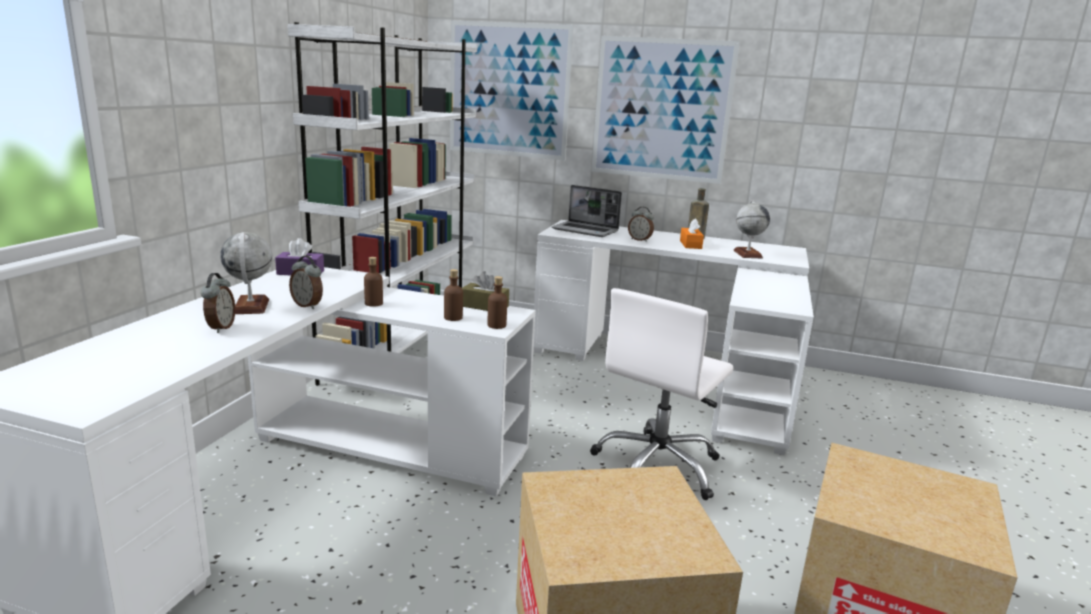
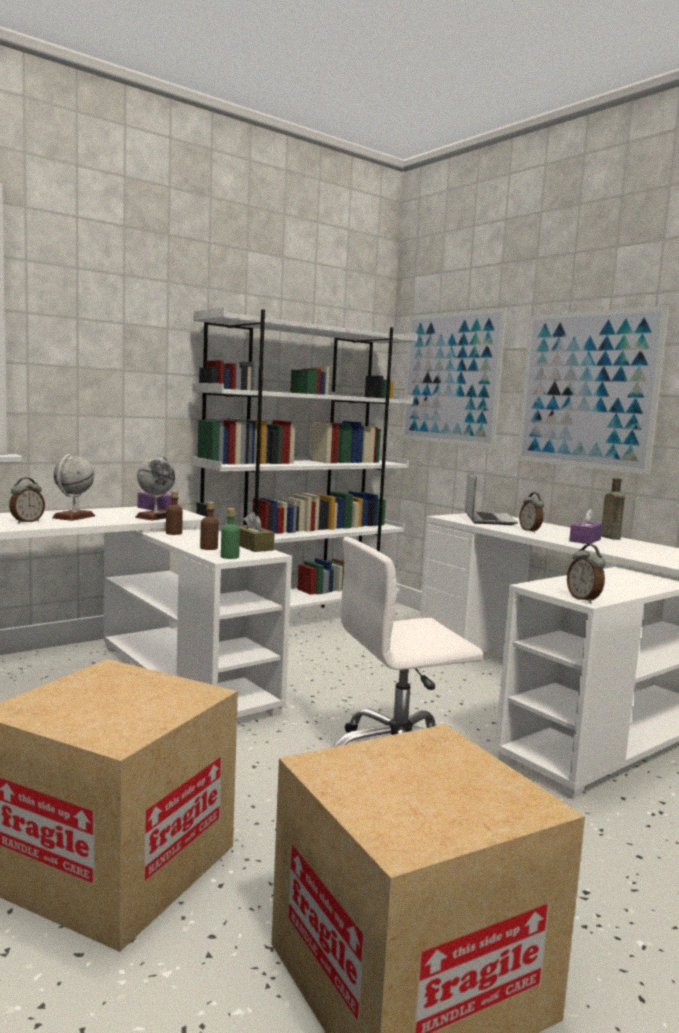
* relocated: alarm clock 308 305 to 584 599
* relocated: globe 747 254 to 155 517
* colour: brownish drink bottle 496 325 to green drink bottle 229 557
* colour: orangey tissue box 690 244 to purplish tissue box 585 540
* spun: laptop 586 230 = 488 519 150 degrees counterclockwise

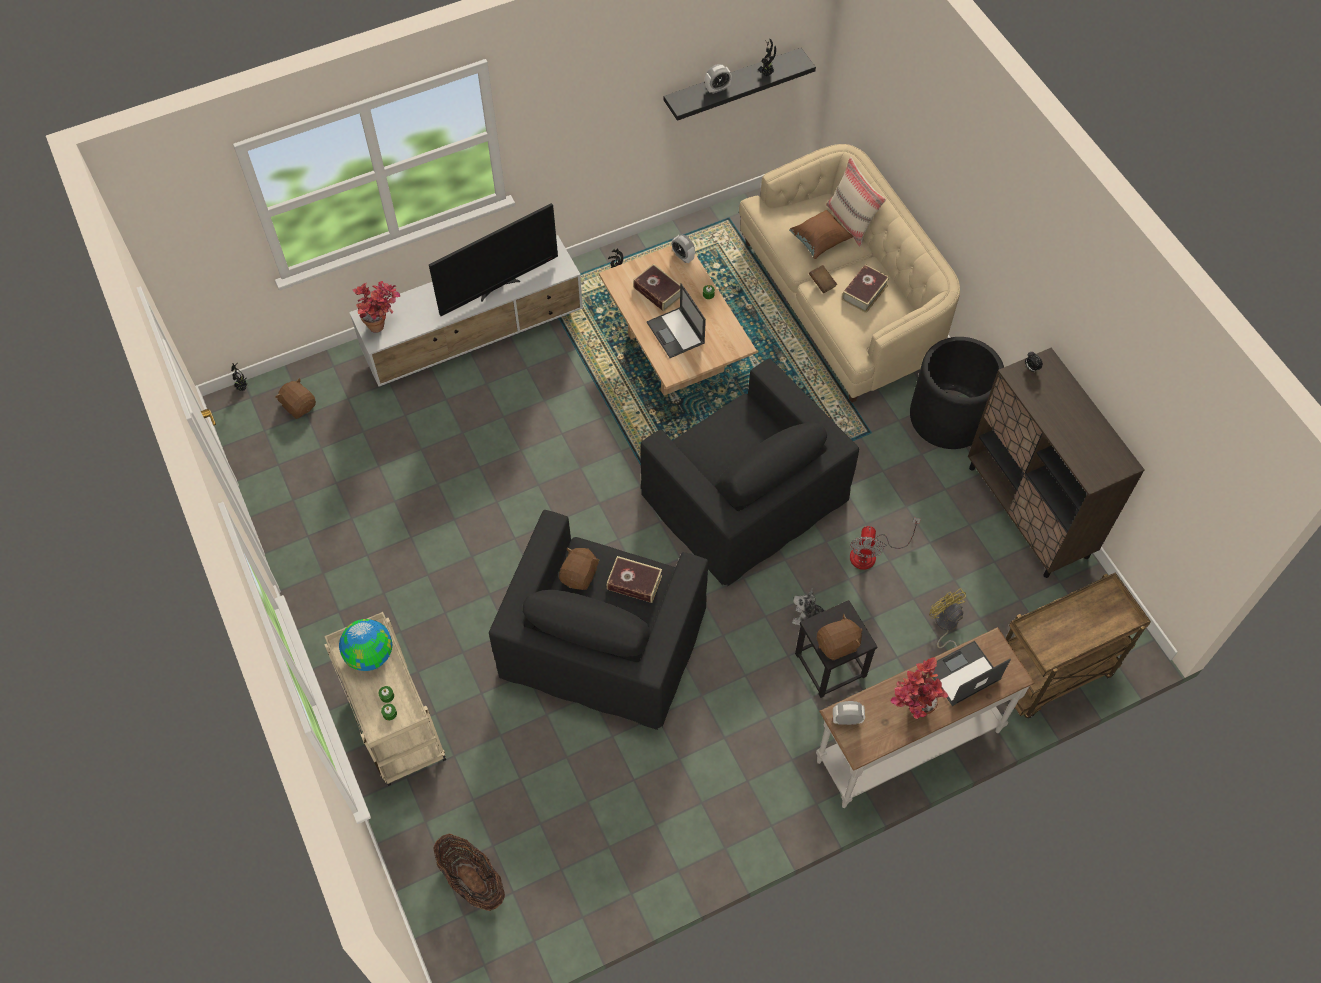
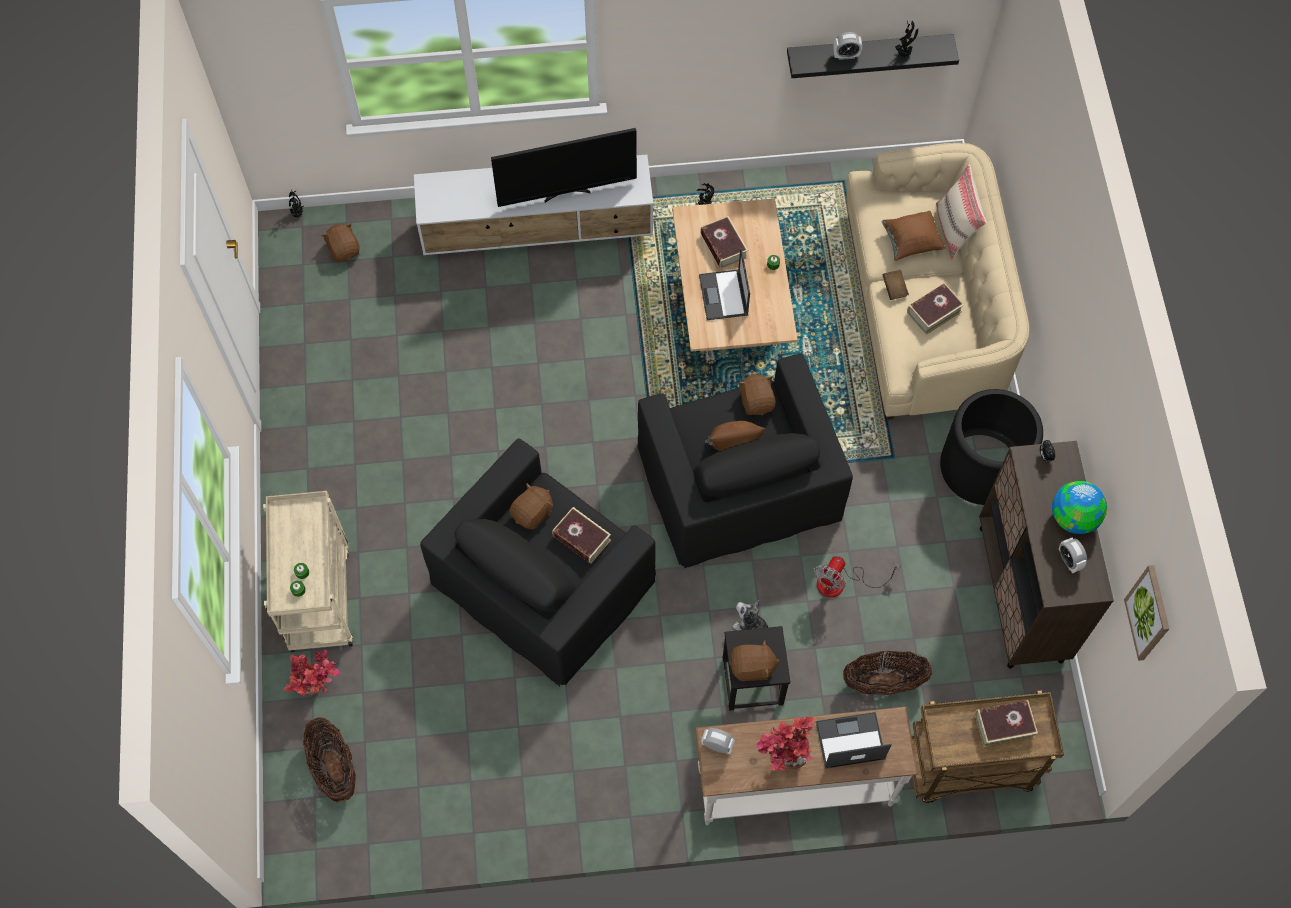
* appeared: brownish cushion 732 445
* appeared: brownish cuddly toy 757 401
* appeared: bound book 1004 725
* appeared: wall art 1148 613
* relocated: globe 370 655 to 1074 518
* relocated: plant in a pot 382 326 to 319 688
* relocated: alarm clock 683 257 to 1069 561
* exchanged: yellow cooling fan 945 625 to household basket 883 681

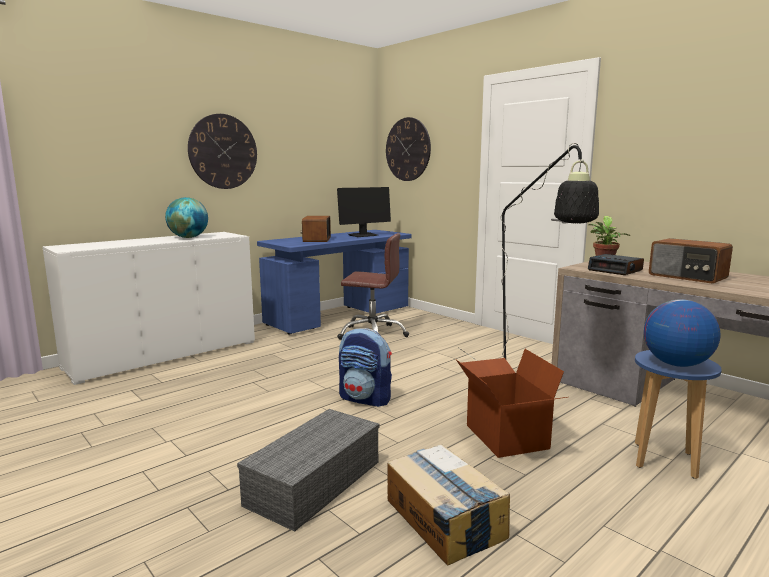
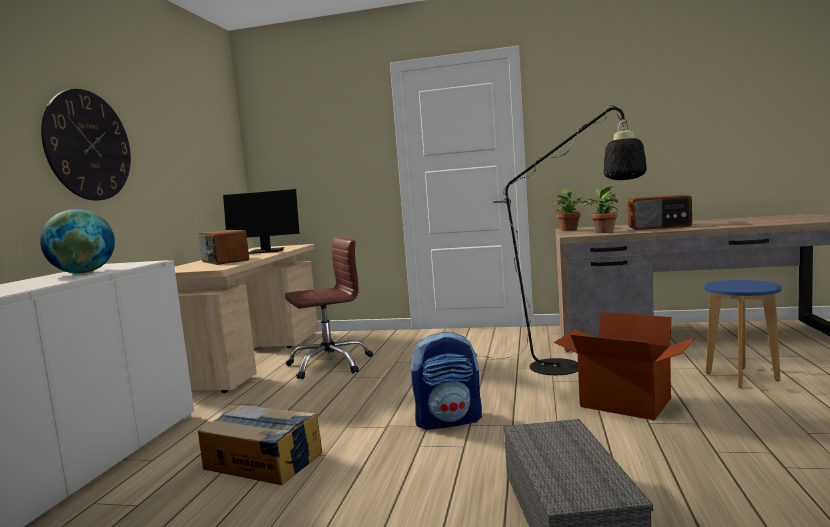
* missing: wall clock 408 149
* missing: globe 676 364
* relocated: carton 444 519 to 263 461
* exchanged: alarm clock 615 270 to plant in a pot 603 232
* colour: bluish desk table 339 316 to beige-coloured desk table 253 359
* spun: computer display 363 235 = 266 251 75 degrees clockwise

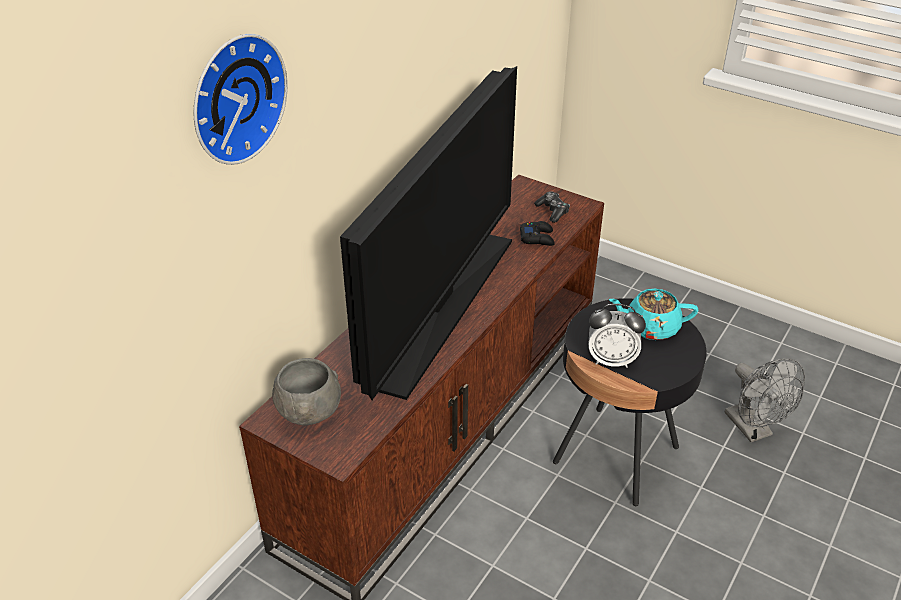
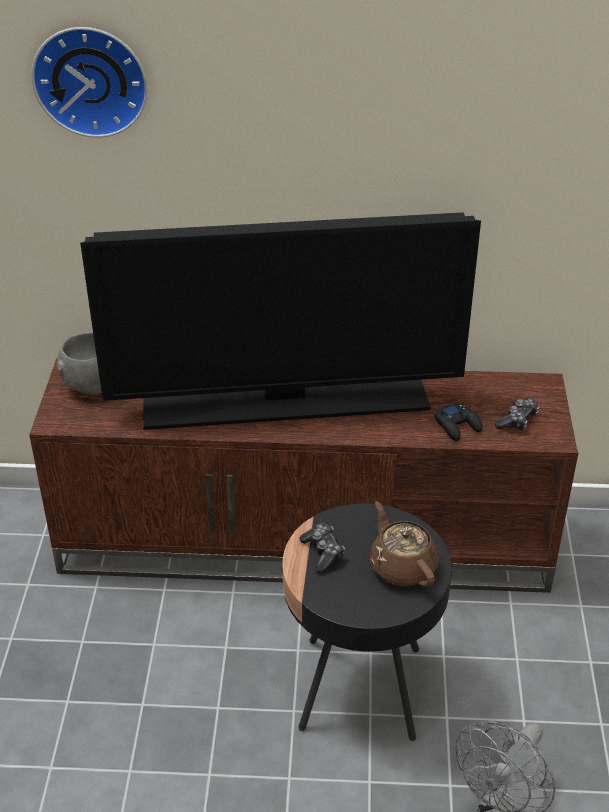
* exchanged: alarm clock 611 360 to joypad 323 552
* colour: turquoise-coloured tea pot 650 327 to brownish tea pot 402 566

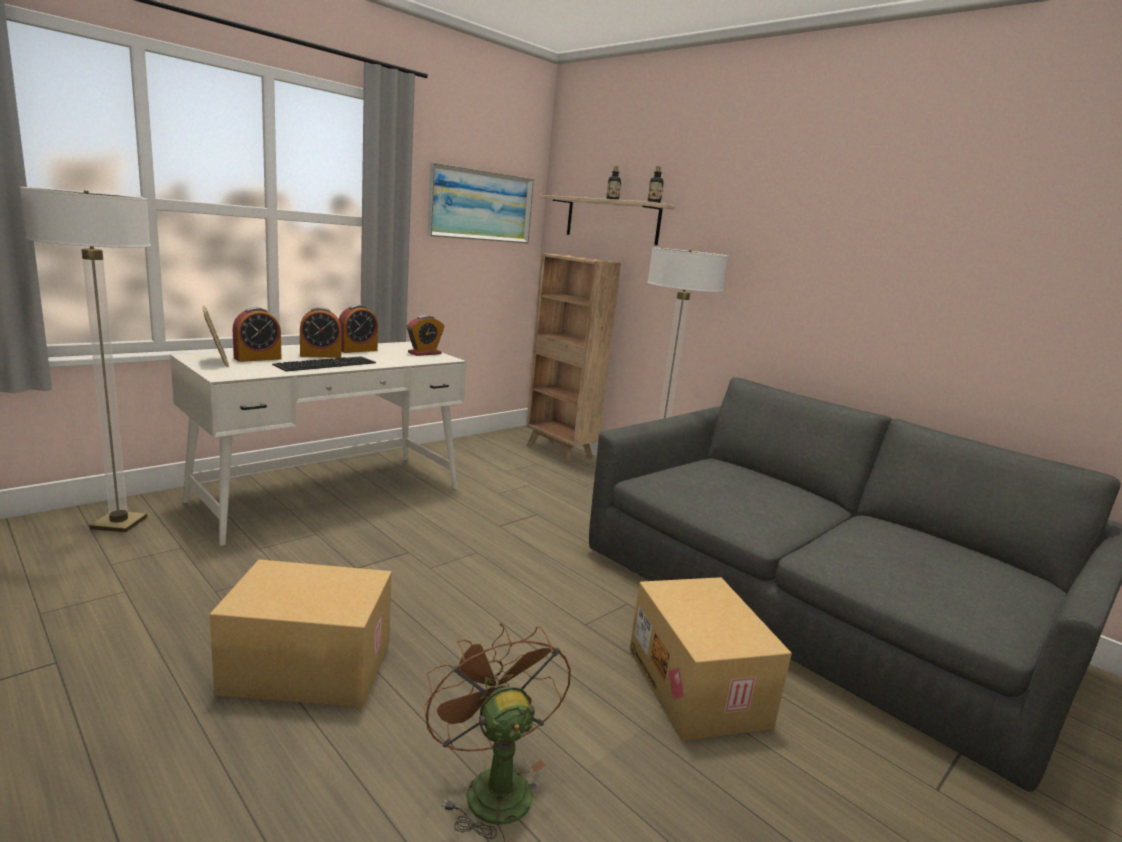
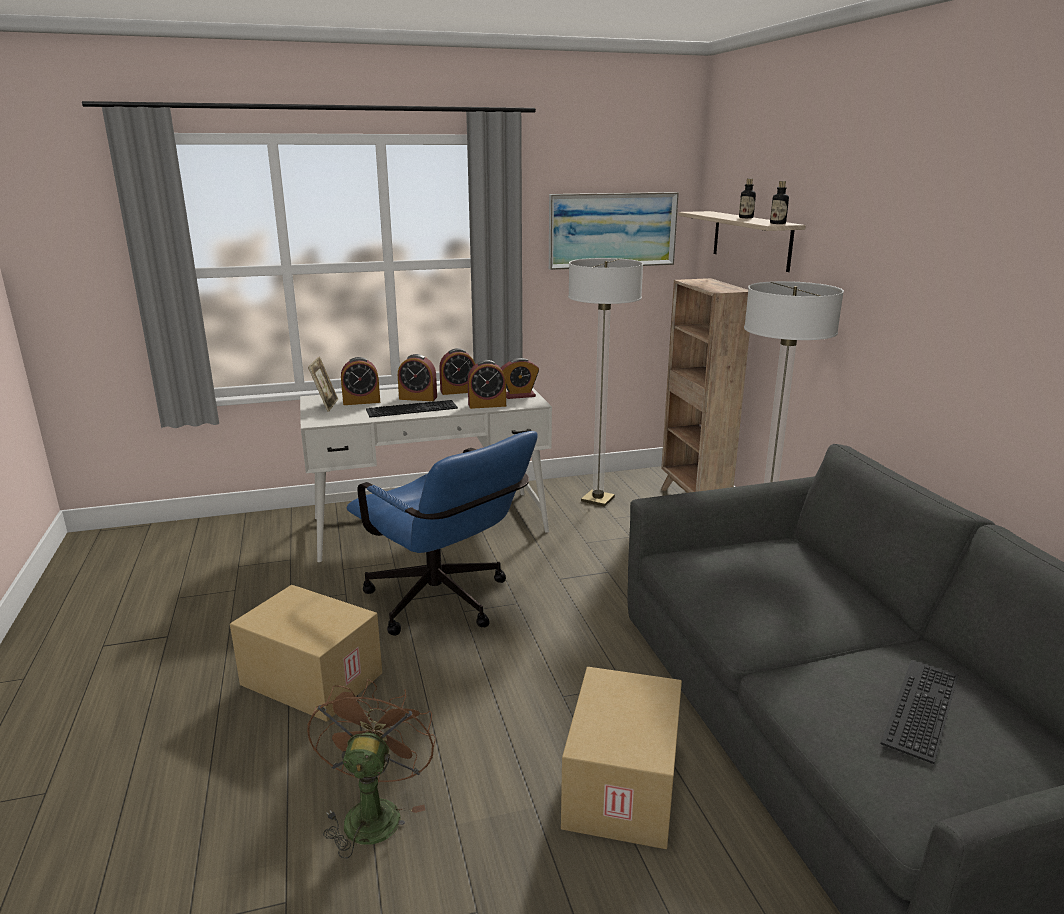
* appeared: bluish desk chair 445 604
* appeared: alarm clock 487 405
* appeared: computer keyboard 918 706
* relocated: standard lamp 119 523 to 597 499

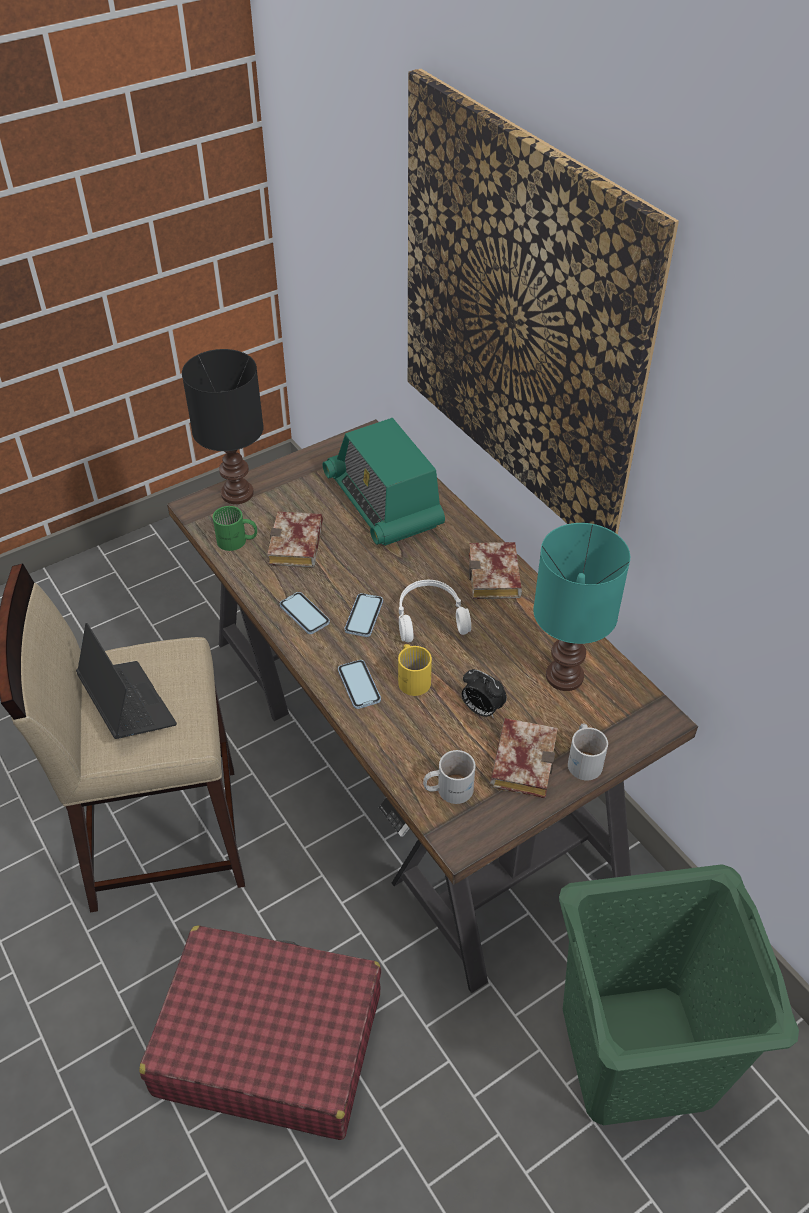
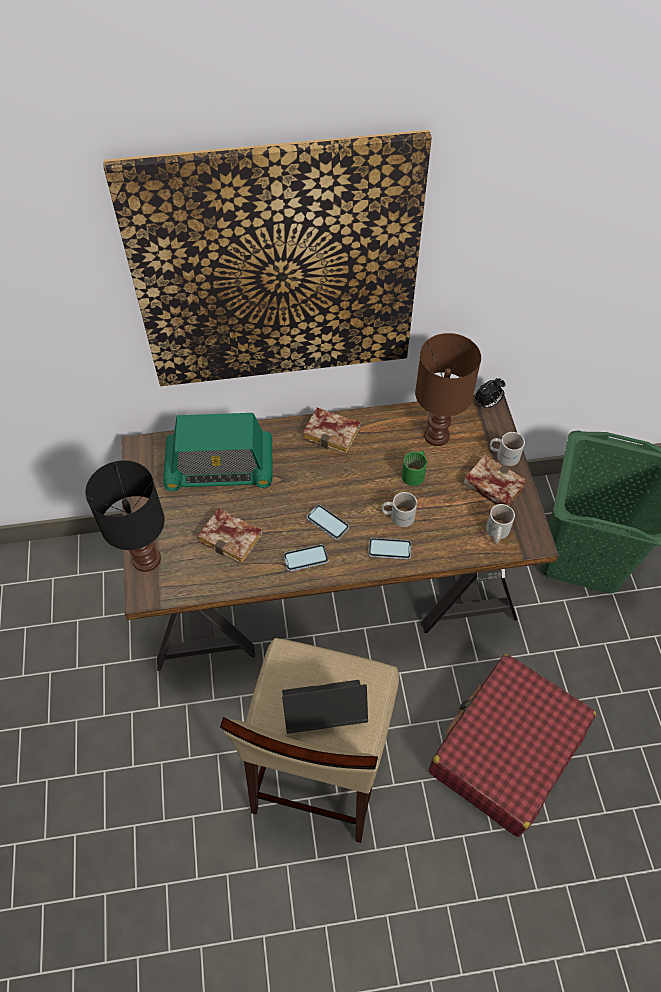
* missing: white headphones 430 617
* relocated: green tea mug 237 541 to 415 473
* relocated: alarm clock 481 709 to 487 404
* colour: yellow tea mug 413 677 to white tea mug 398 515
* colour: turquoise-coloured lamp for a table 563 675 to brownish lamp for a table 435 436

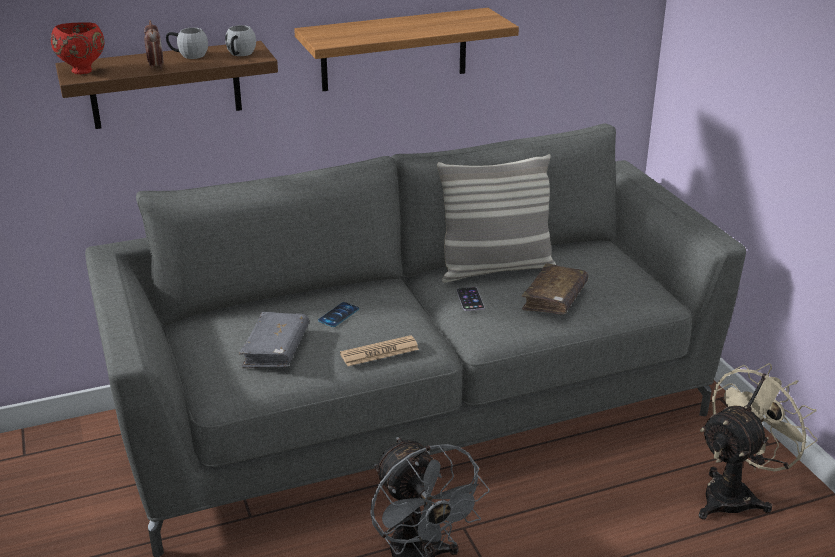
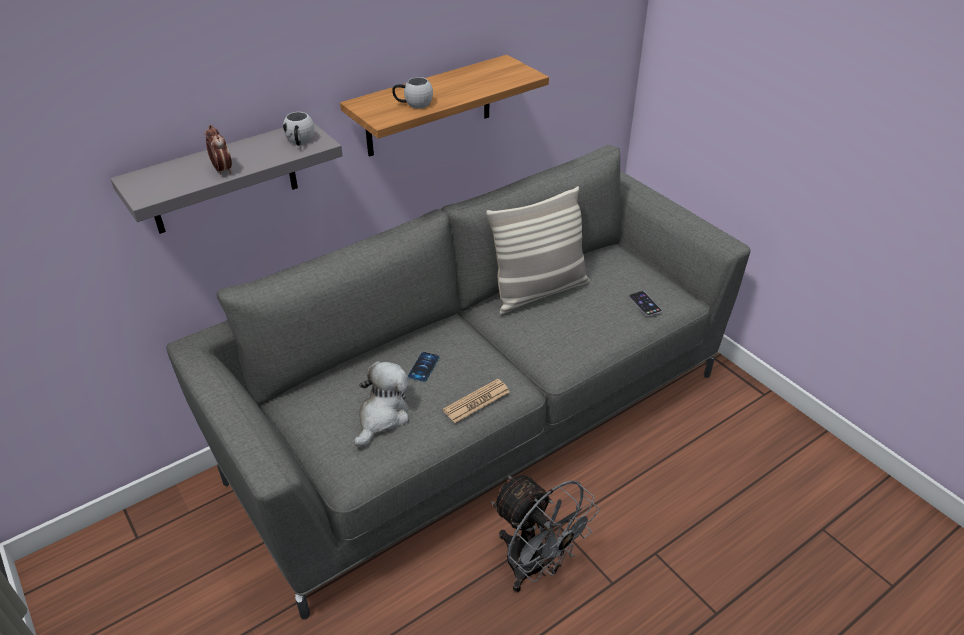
* missing: reddish deep dish 83 71
* missing: brownish bound book 554 298
* missing: beige-coloured cooling fan 736 494
* relocated: white tea mug 188 55 to 413 104
* relocated: handset 470 299 to 645 303
* exchanged: grey bound book 276 349 to cuddly toy 382 416
* colour: brownish bracket shelf 165 85 to grey bracket shelf 223 178

